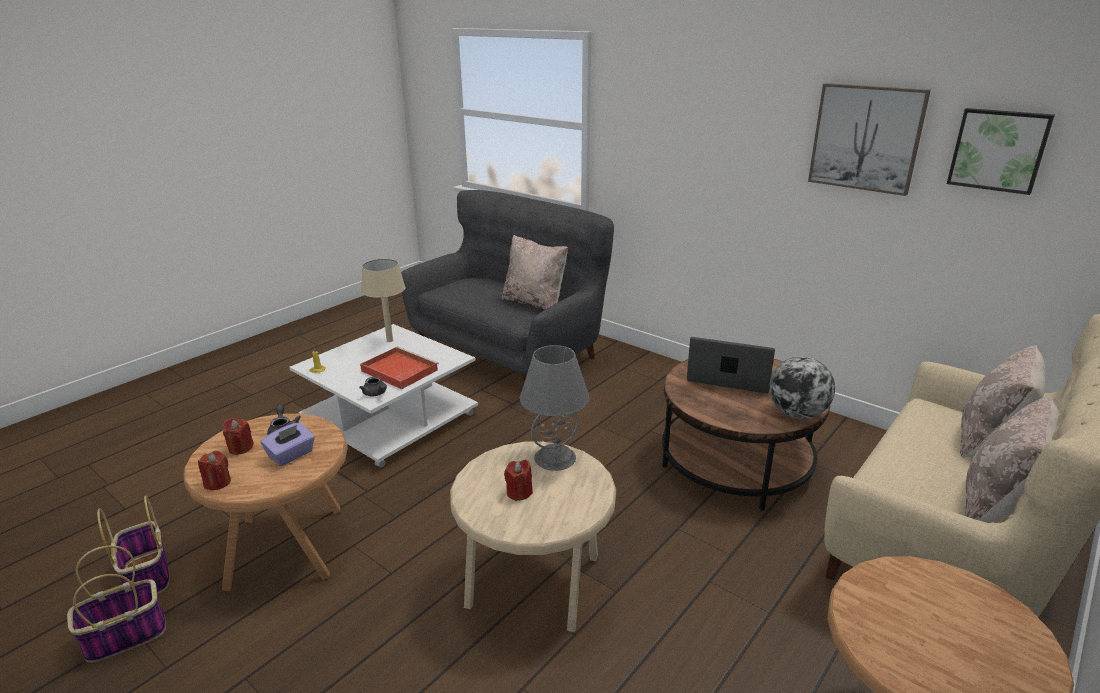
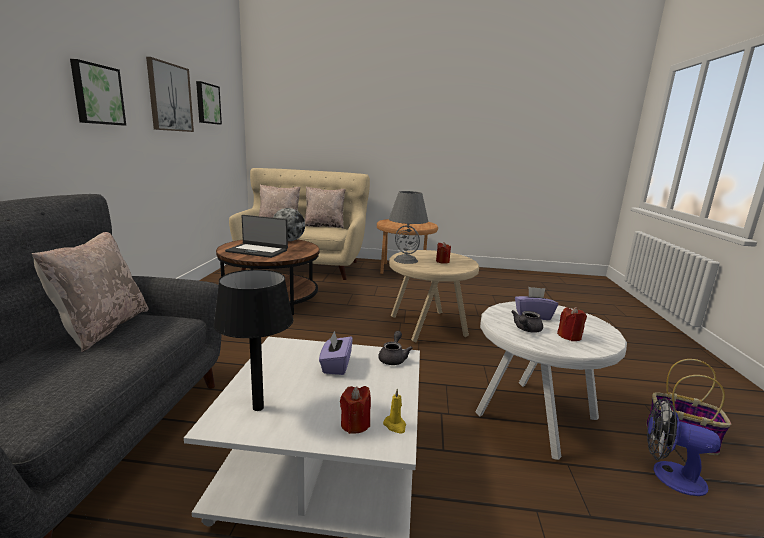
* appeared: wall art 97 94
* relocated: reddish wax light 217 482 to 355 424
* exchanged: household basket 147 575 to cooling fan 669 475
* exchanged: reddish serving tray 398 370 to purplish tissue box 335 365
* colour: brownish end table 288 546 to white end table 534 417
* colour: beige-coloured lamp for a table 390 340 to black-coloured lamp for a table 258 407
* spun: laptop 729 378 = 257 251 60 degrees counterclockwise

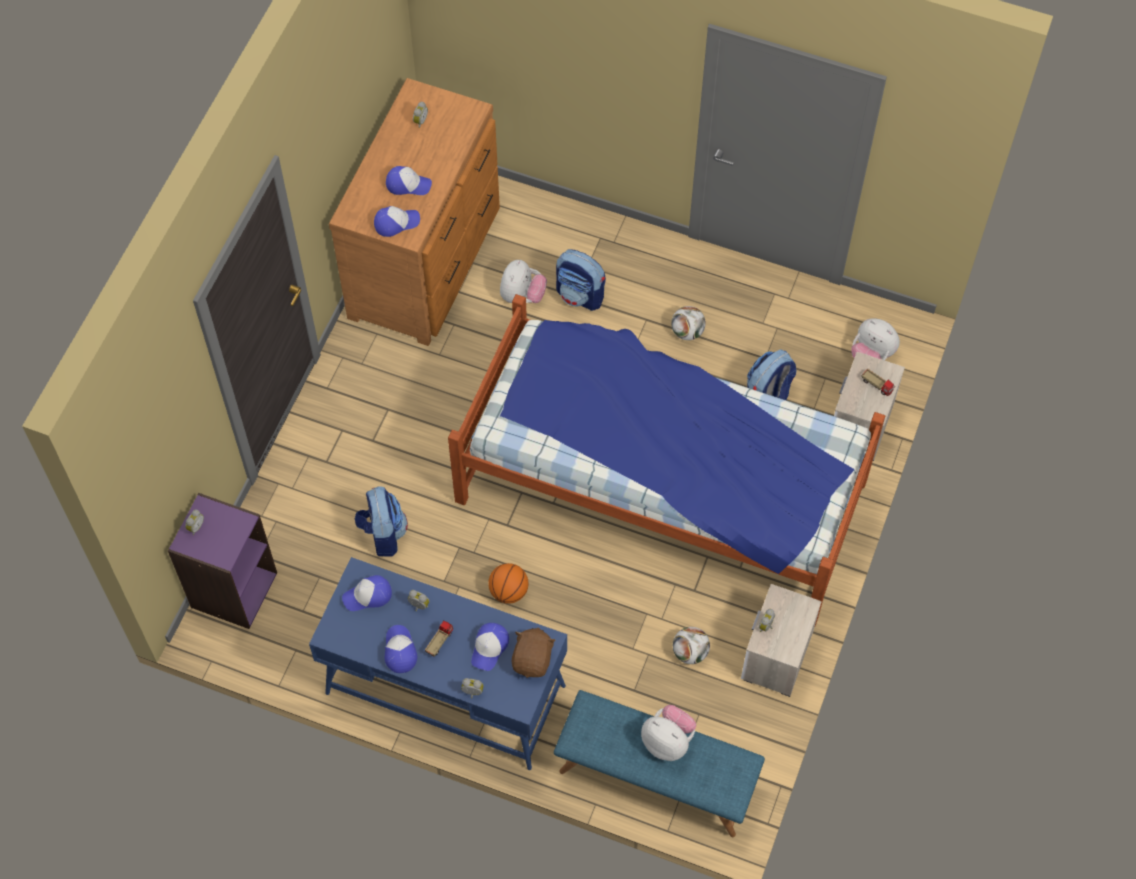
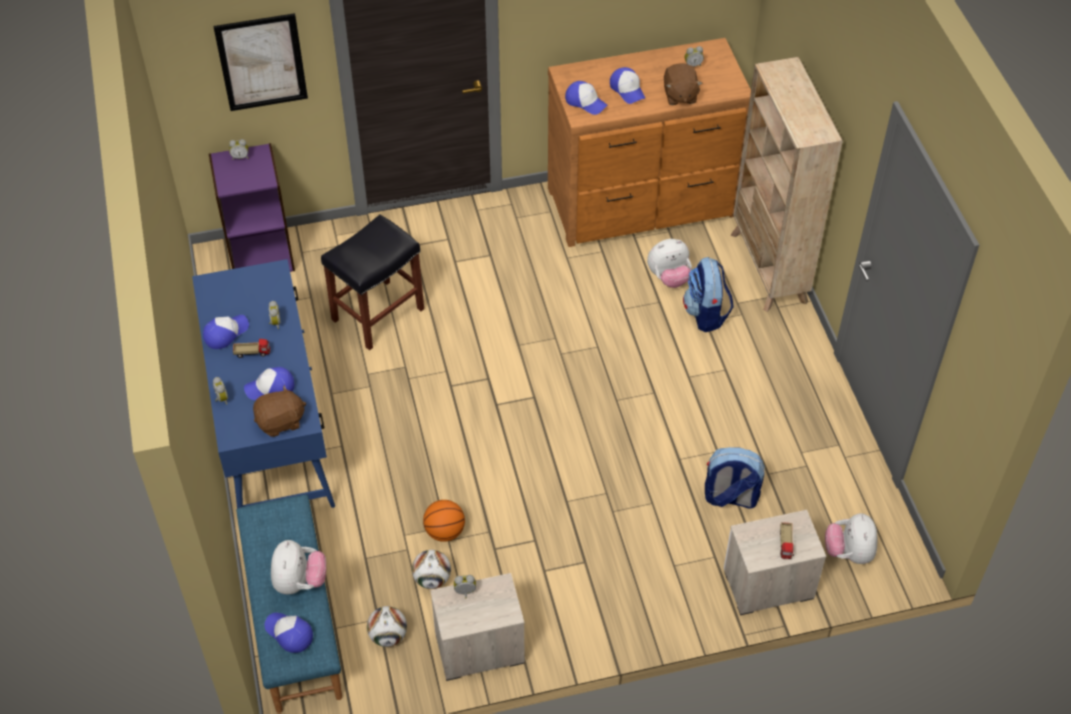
* missing: sleeping bed 661 489
* appeared: wall art 261 62
* appeared: brownish cuddly toy 680 95
* appeared: beige-coloured bookshelf 768 268
* relocated: cap 368 596 to 289 633
* relocated: basketball ball 508 591 to 445 531
* relocated: ball for football 687 332 to 388 636
* exchanged: backpack 383 534 to black-coloured stool 378 313

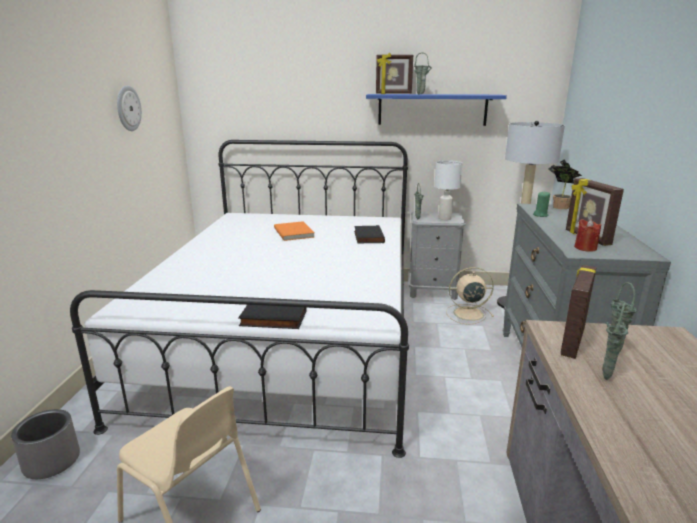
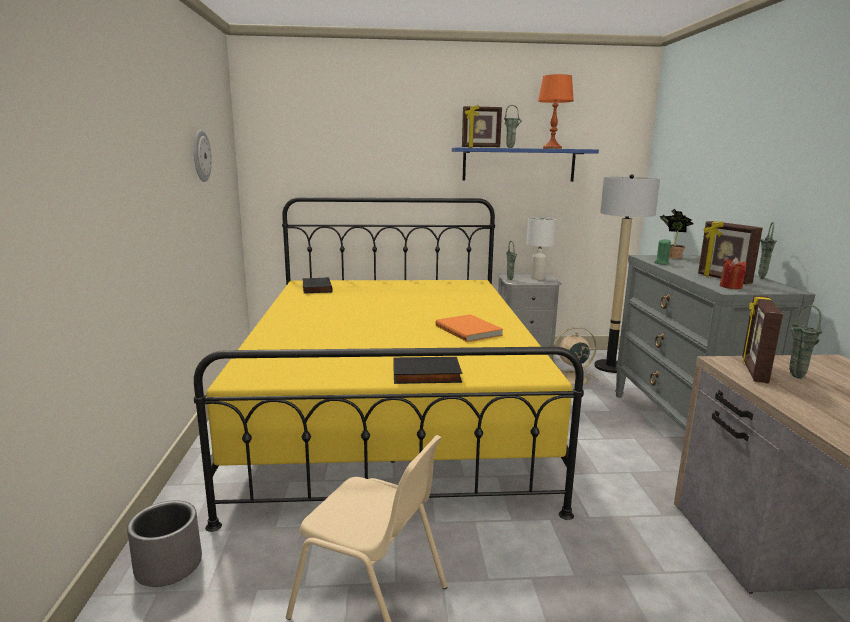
* appeared: orangey lamp for a table 552 148
* relocated: orangey bound book 294 233 to 469 330
* relocated: black-coloured bound book 367 237 to 315 288
* relocated: green decorative vase 605 376 to 760 278
* colour: white sleeping bed 289 338 to yellow sleeping bed 391 414

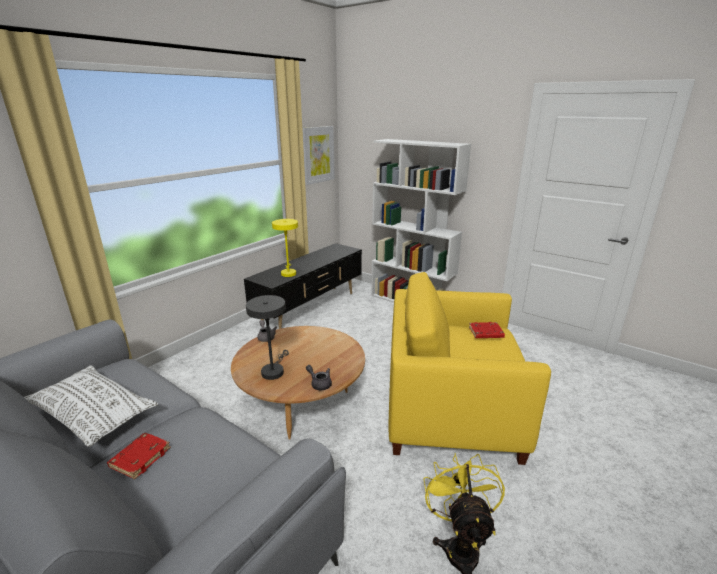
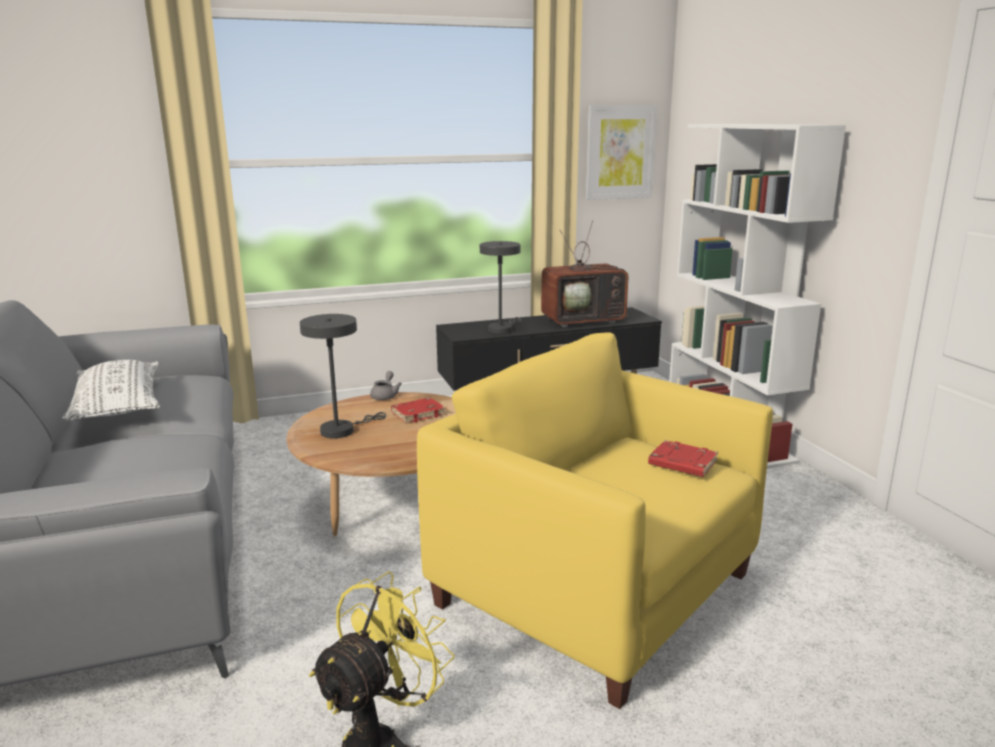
* missing: grey tea pot 319 383
* appeared: TV set 584 320
* relocated: reddish bound book 140 457 to 418 414
* colour: yellow lamp for a table 288 273 to grey lamp for a table 502 329

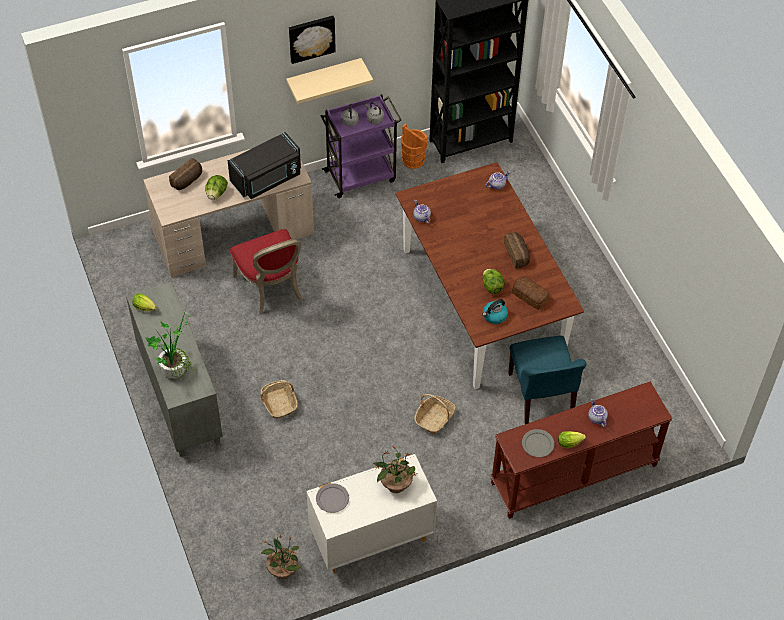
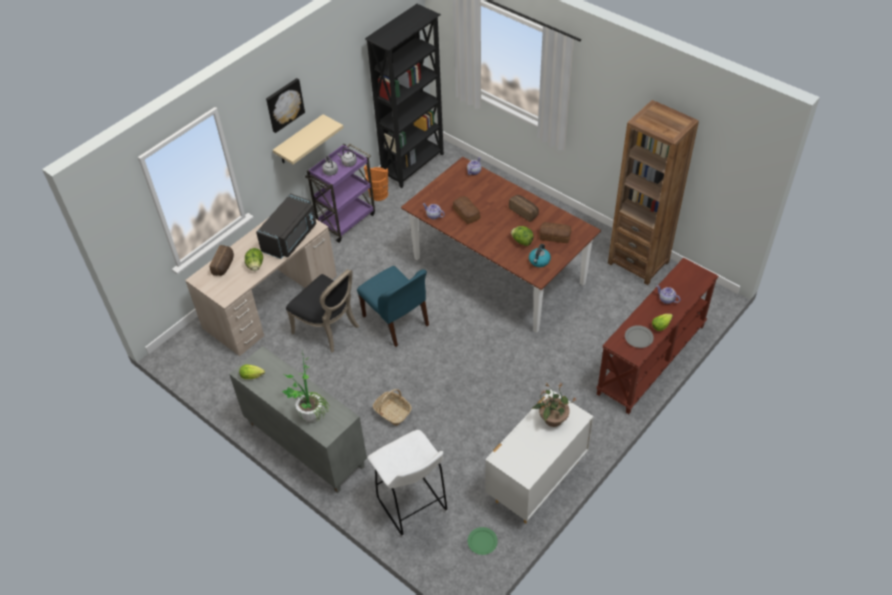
* missing: grey plate 332 499
* missing: household basket 434 418
* appeared: white stool 413 507
* appeared: bread 466 214
* appeared: brownish bookshelf 638 262
* relocated: bluish upright chair 541 396 to 396 321
* exchanged: plant in a pot 283 569 to green plate 482 541
* colour: reddish upright chair 271 288 to black-coloured upright chair 329 329

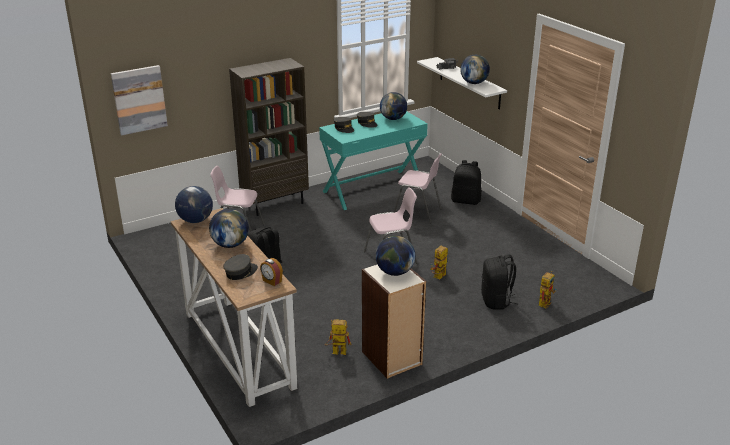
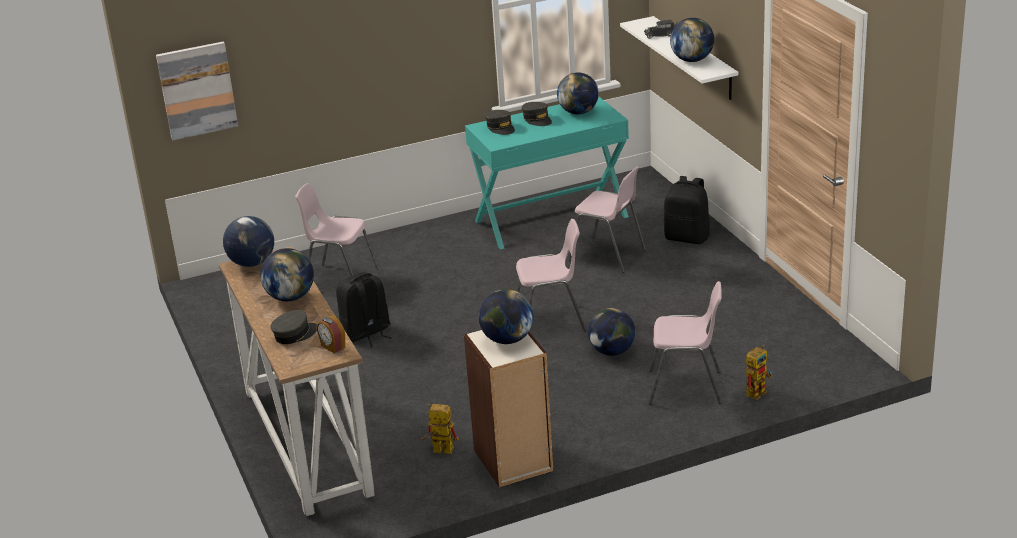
* missing: brownish bookshelf 275 204
* exchanged: model robot 439 277 to globe 612 351
* exchanged: black-coloured backpack 496 301 to pink-coloured upright chair 686 387

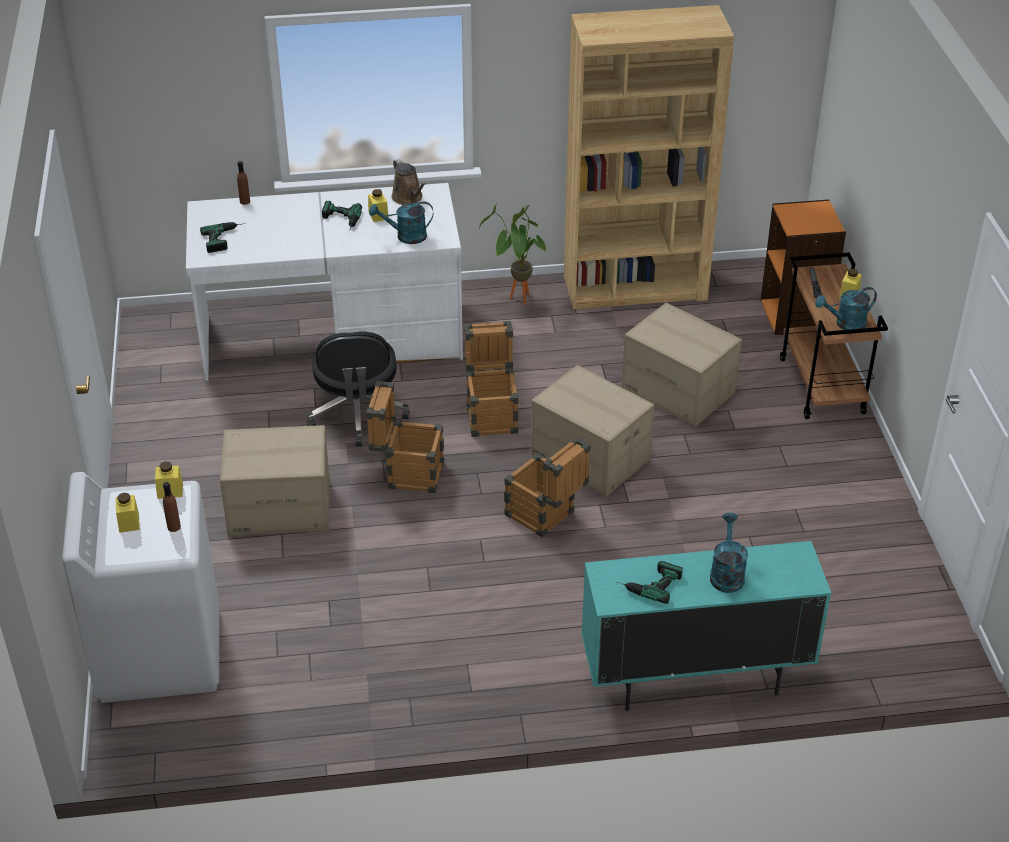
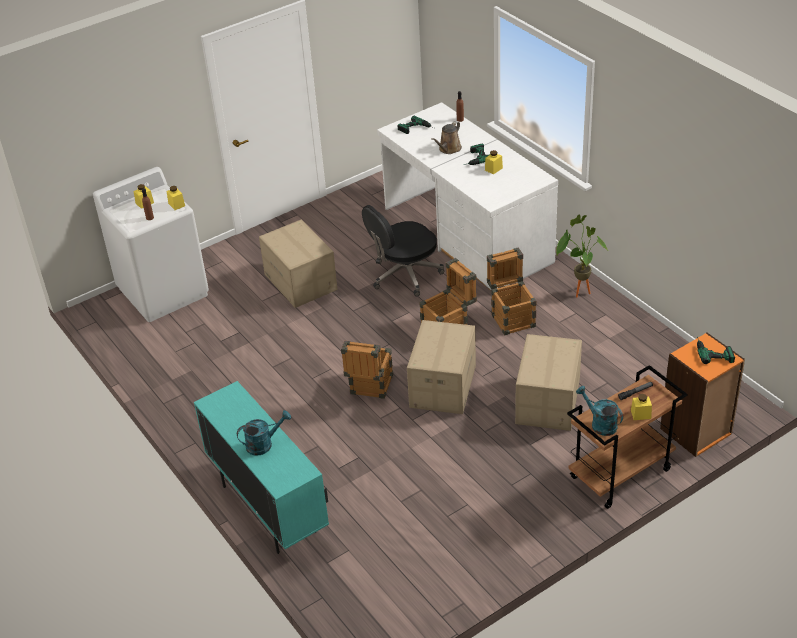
* missing: turquoise-coloured sprinkling can 405 236
* missing: brownish bookshelf 635 287
* relocated: shipping crate 407 473 to 511 317
* relocated: brownish sprinkling can 408 198 to 448 149
* relocated: power drill 648 582 to 713 351

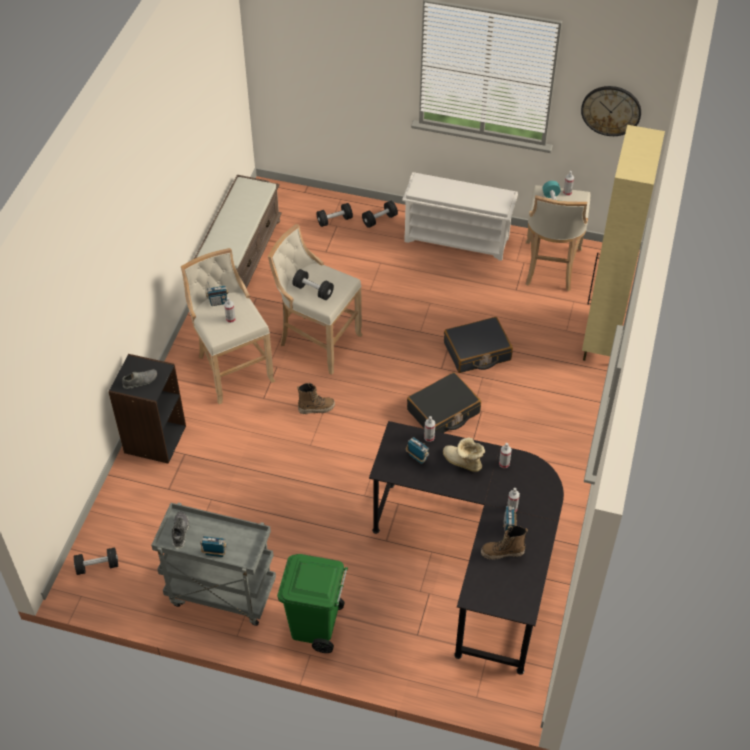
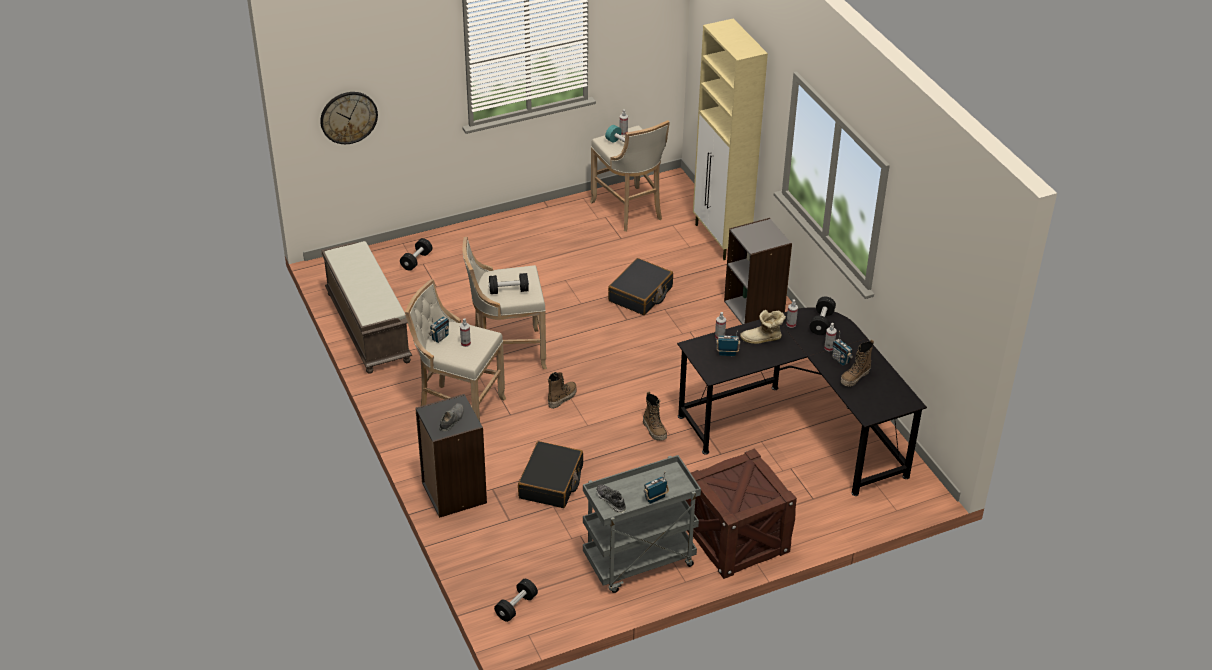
* missing: white shoe stand 458 239
* appeared: boot 654 430
* appeared: grey bookshelf 754 309
* relocated: black-coloured dumbbell 379 219 to 821 323
* relocated: black-coloured travel case 443 412 to 551 482
* relocated: wall clock 611 110 to 348 117
* exchanged: green waste bin 316 627 to shipping crate 736 539

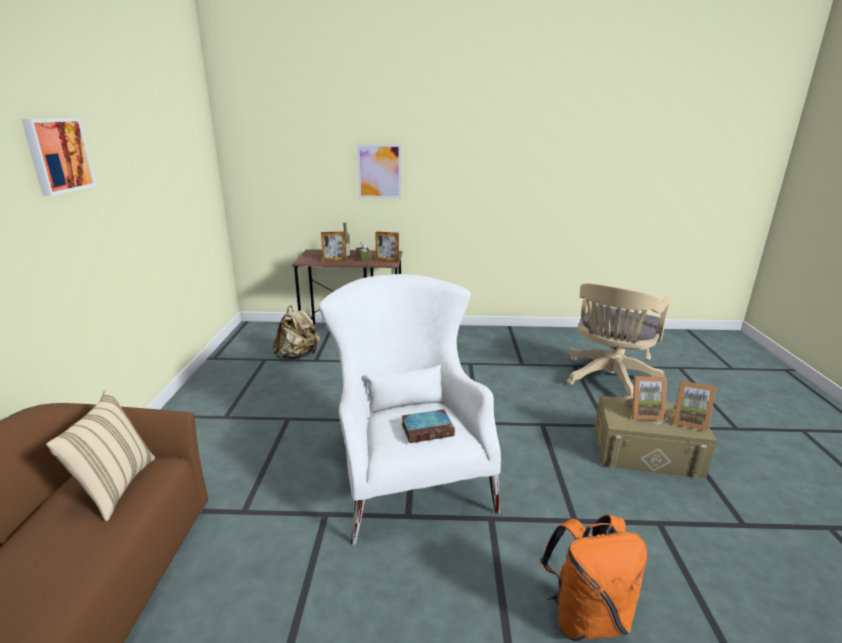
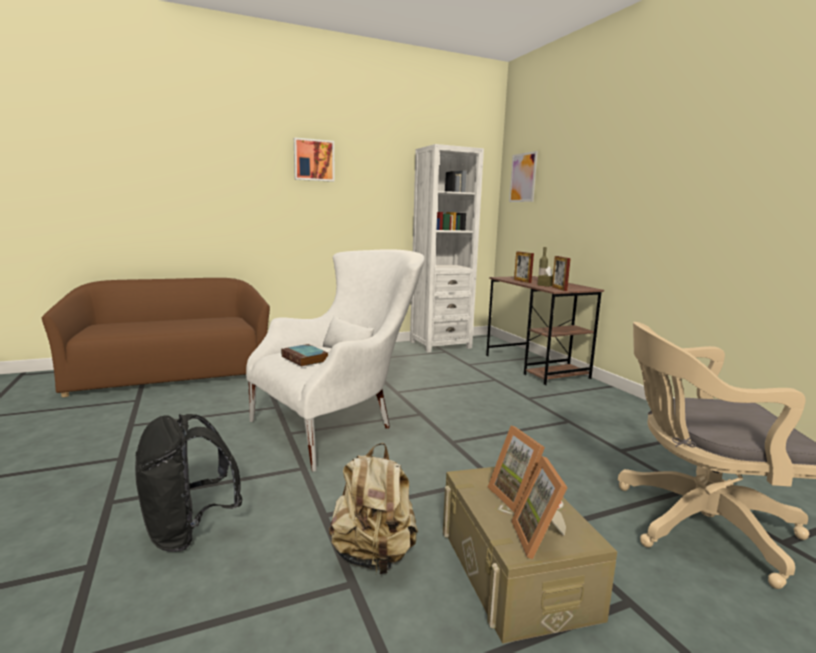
* missing: beige-coloured cushion 115 487
* appeared: white bookshelf 440 345
* relocated: beige-coloured backpack 298 356 to 373 556
* relocated: wall art 379 171 to 523 177
* colour: orangey backpack 586 616 to black-coloured backpack 188 531

